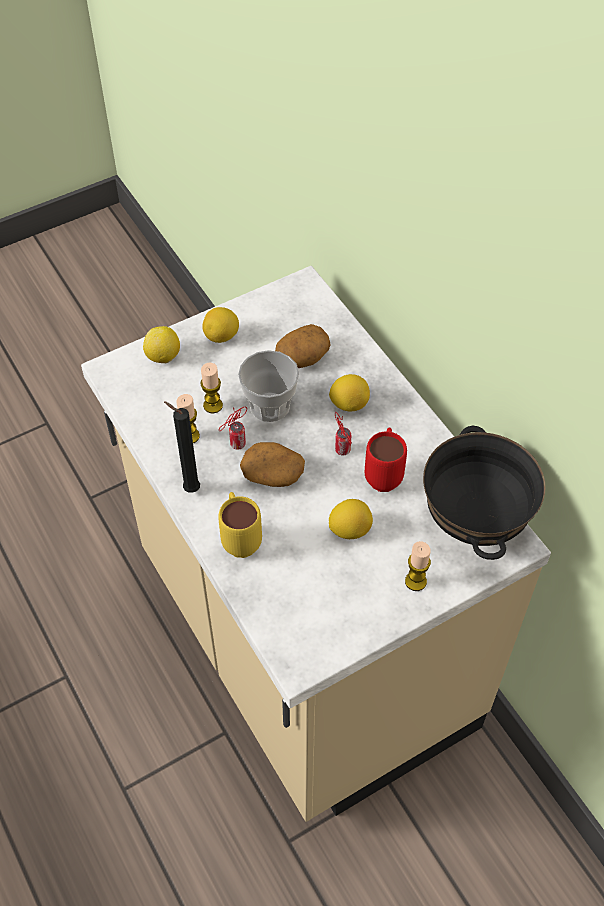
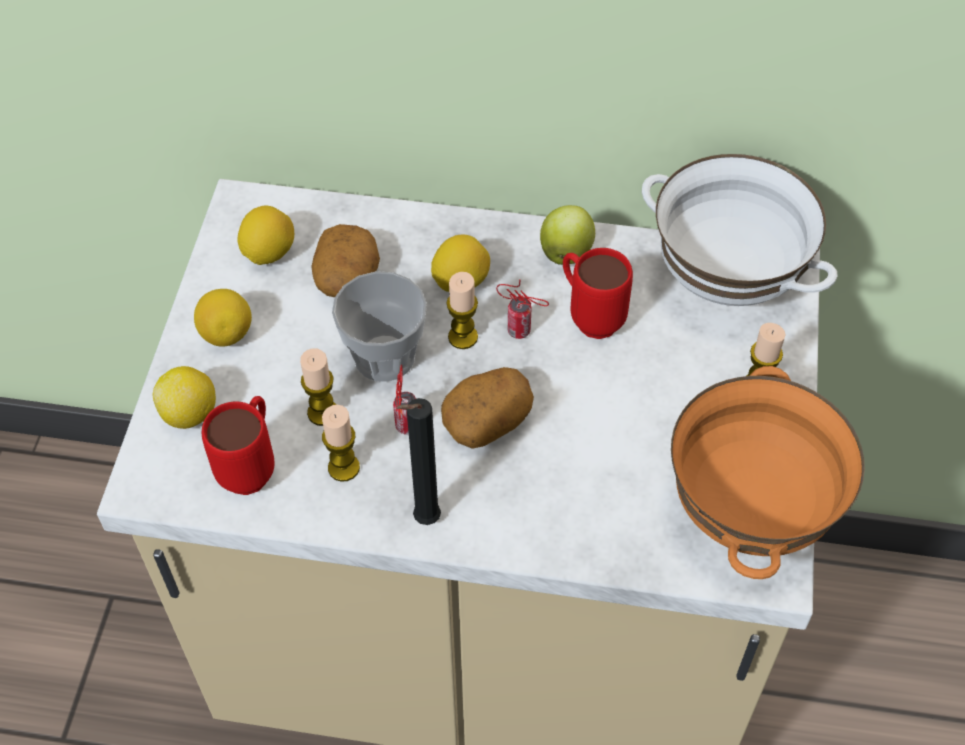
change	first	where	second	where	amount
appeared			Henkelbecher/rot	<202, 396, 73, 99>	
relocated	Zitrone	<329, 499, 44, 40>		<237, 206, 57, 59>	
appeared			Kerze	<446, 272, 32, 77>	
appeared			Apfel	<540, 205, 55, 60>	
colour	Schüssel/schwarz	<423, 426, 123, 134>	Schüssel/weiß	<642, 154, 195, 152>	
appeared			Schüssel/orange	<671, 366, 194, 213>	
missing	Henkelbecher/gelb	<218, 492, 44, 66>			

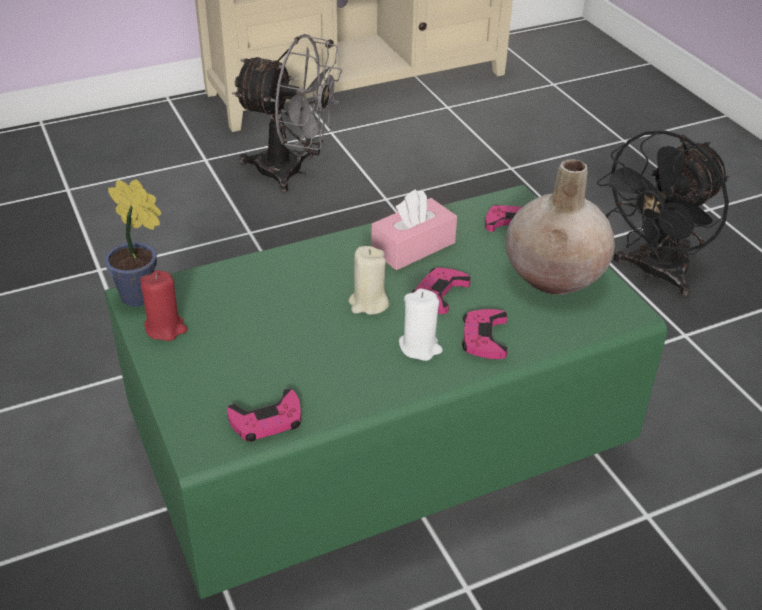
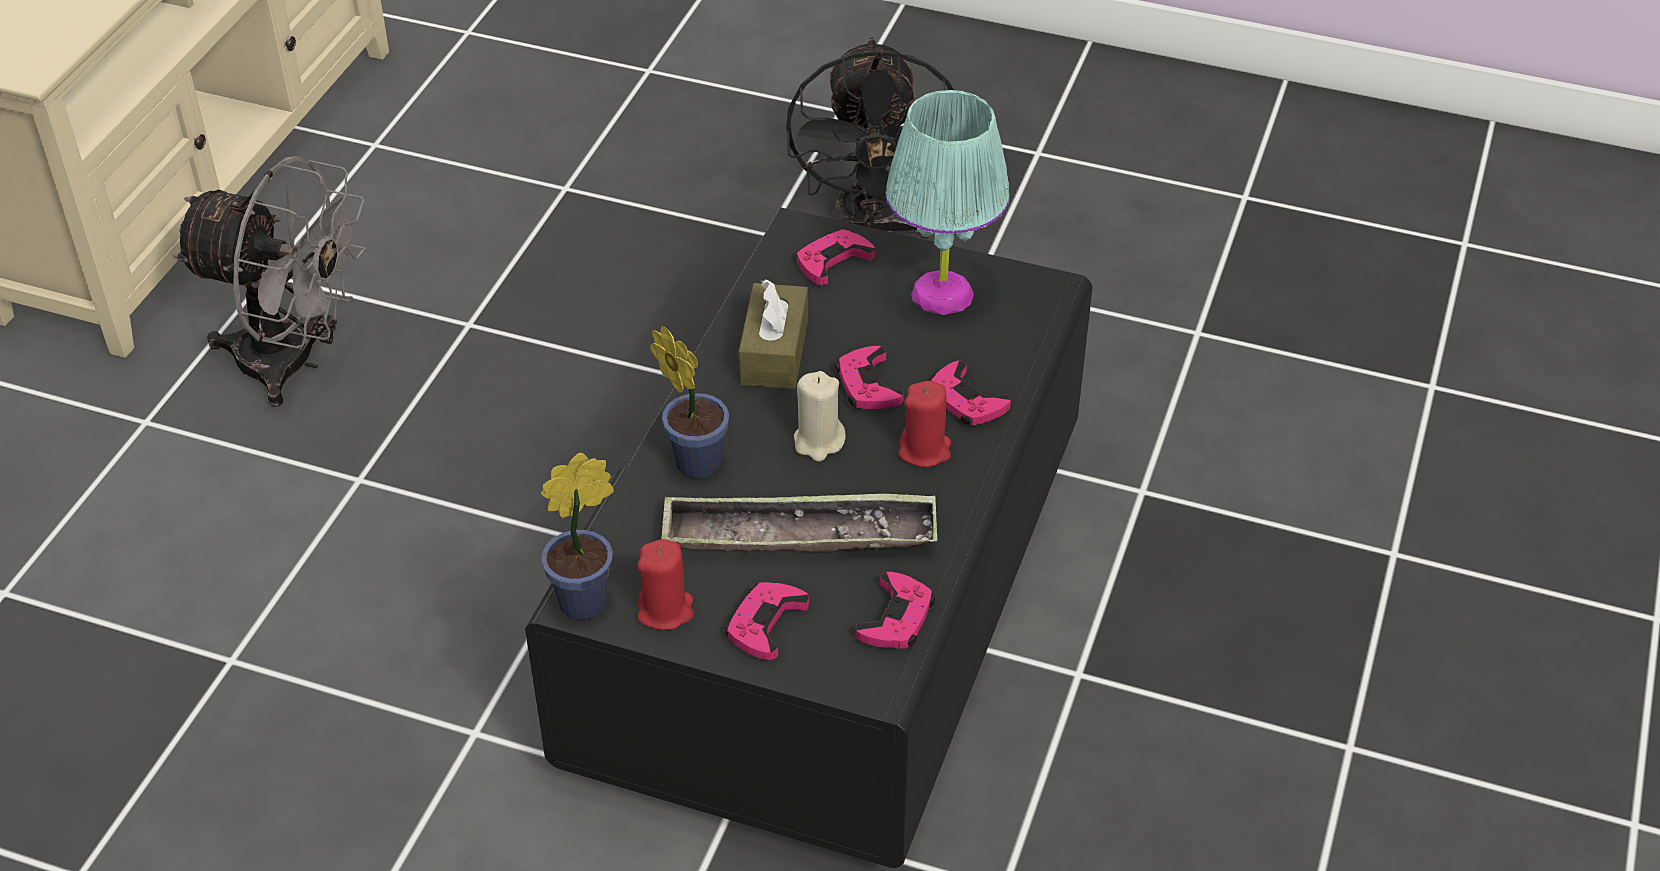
change	first	where	second	where	amount
spun	Ventilator/grau	<232, 34, 110, 158>		<172, 156, 195, 251>	45 degrees clockwise
colour	Couchtisch/grün	<105, 185, 562, 414>	Couchtisch/schwarz	<525, 207, 568, 661>	
appeared			Topfpflanze	<650, 326, 79, 152>	
appeared			Tablett	<661, 494, 276, 58>	
appeared			Gamepad/rosa	<725, 582, 84, 78>	
colour	Taschentuchbox/rosa	<371, 189, 86, 81>	Taschentuchbox/braun	<739, 279, 69, 110>	
exchanged	Vase/beige	<505, 159, 110, 136>	Tischlampe/türkis	<885, 90, 125, 225>	
colour	Kerze/weiß	<399, 289, 44, 72>	Kerze/rot	<898, 381, 53, 86>	

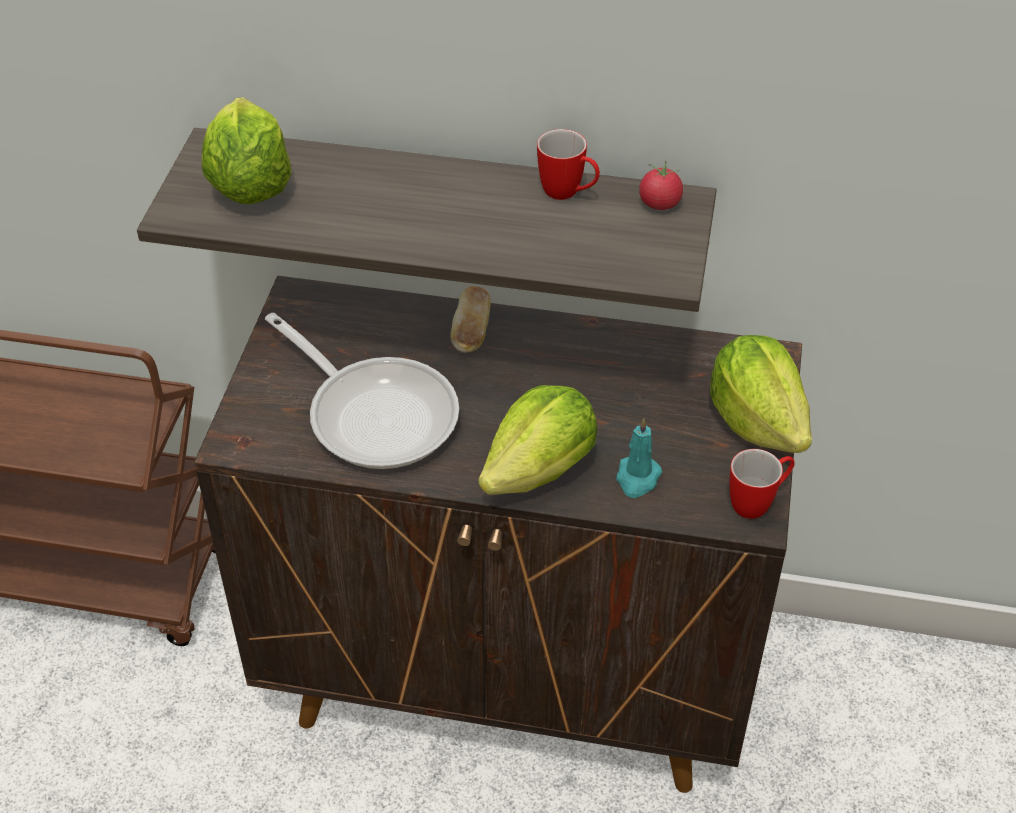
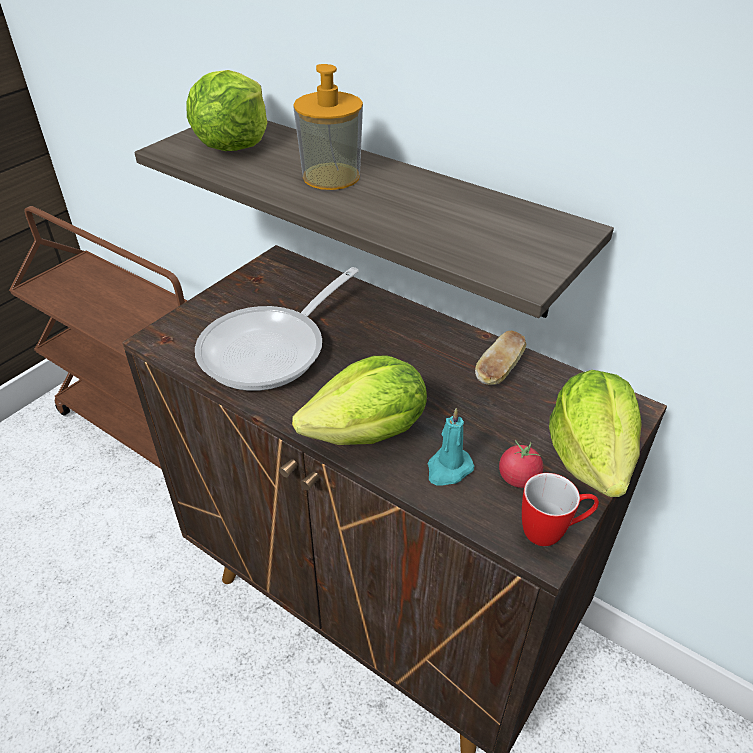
change	first	where	second	where	amount
spun	Pfanne	<265, 313, 194, 156>		<195, 267, 164, 124>	60 degrees clockwise
appeared			Seifenspender	<293, 64, 70, 126>	
relocated	Brot	<450, 286, 41, 67>		<475, 331, 51, 54>	
relocated	Tomate	<639, 161, 44, 49>		<499, 440, 44, 48>	
missing	Henkelbecher	<537, 129, 63, 71>			

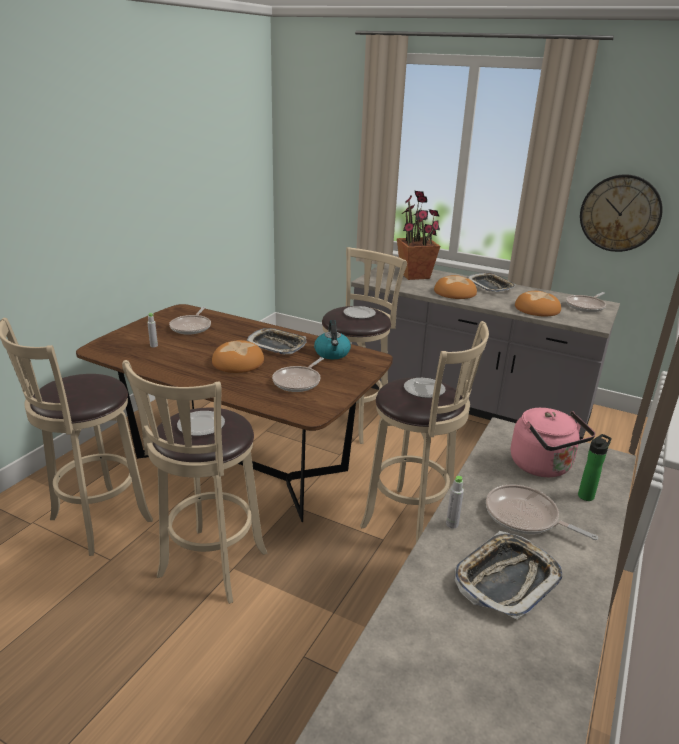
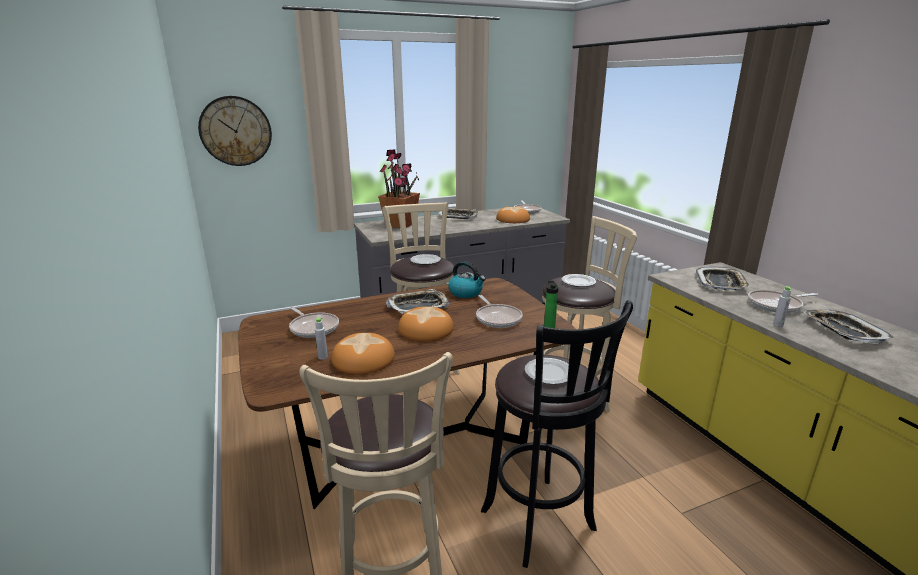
change	first	where	second	where	amount
relocated	Wanduhr	<580, 174, 83, 78>		<198, 96, 74, 70>	
relocated	Brot	<434, 275, 43, 24>		<331, 333, 64, 41>	
colour	Hocker/beige	<122, 360, 146, 244>	Hocker/schwarz	<481, 300, 152, 268>	
relocated	Flasche	<578, 434, 34, 67>		<544, 281, 14, 47>	
exchanged	Wasserkessel/rosa	<511, 408, 84, 69>	Tablett	<696, 267, 54, 23>	

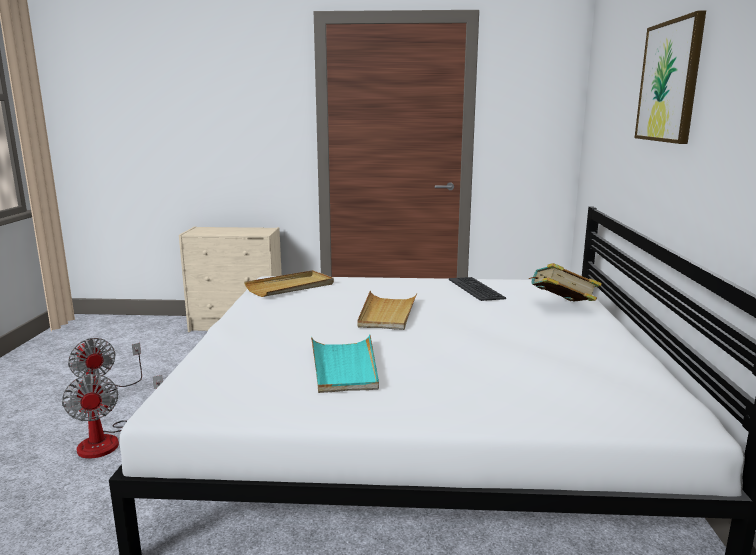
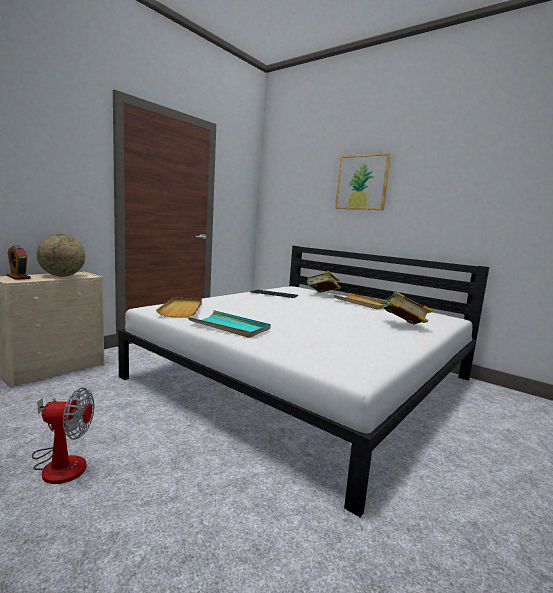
change	first	where	second	where	amount
appeared			Wecker	<7, 246, 24, 34>	
appeared			Globus	<37, 234, 48, 43>	
relocated	Tablett/türkis	<311, 334, 68, 59>		<188, 310, 83, 28>	
relocated	Tablett/beige	<357, 291, 60, 39>		<334, 293, 52, 17>	
appeared			Buch	<381, 291, 52, 33>	
missing	Ventilator	<62, 374, 101, 85>			

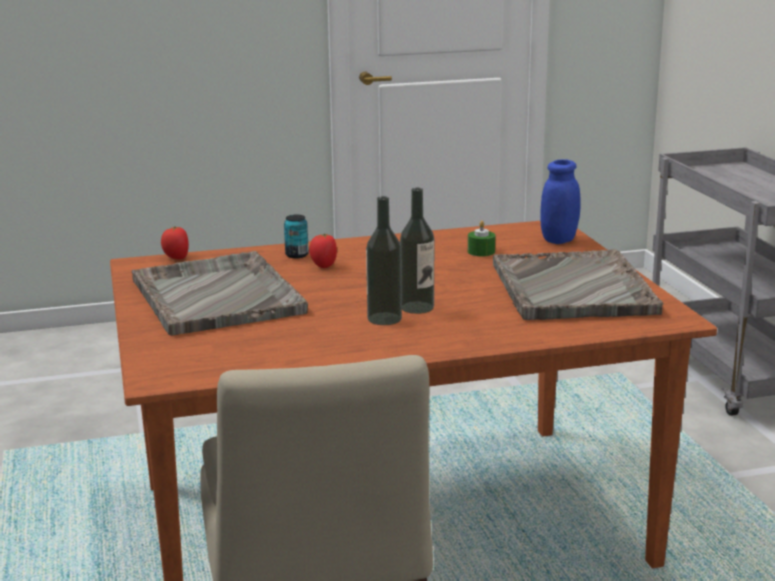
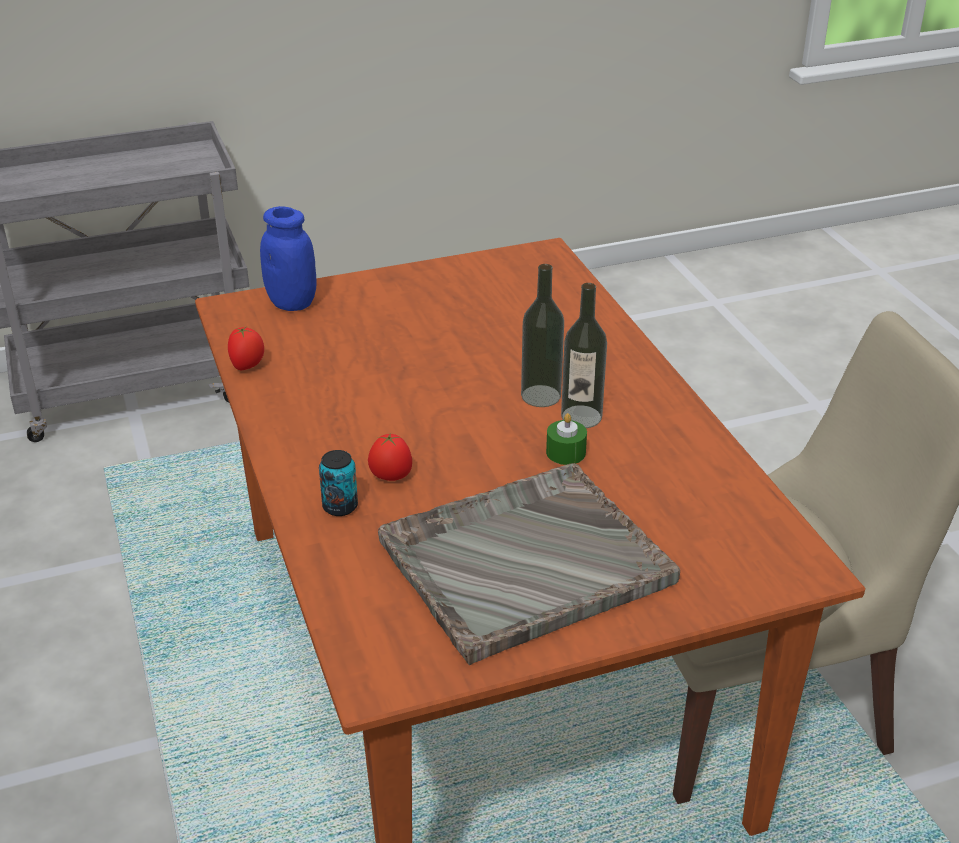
change	first	where	second	where	amount
relocated	Tomate	<161, 226, 28, 34>		<228, 326, 36, 44>	
relocated	Kerze/grün	<468, 220, 27, 36>		<546, 413, 41, 52>	
missing	Tablett/grau	<493, 249, 170, 71>			

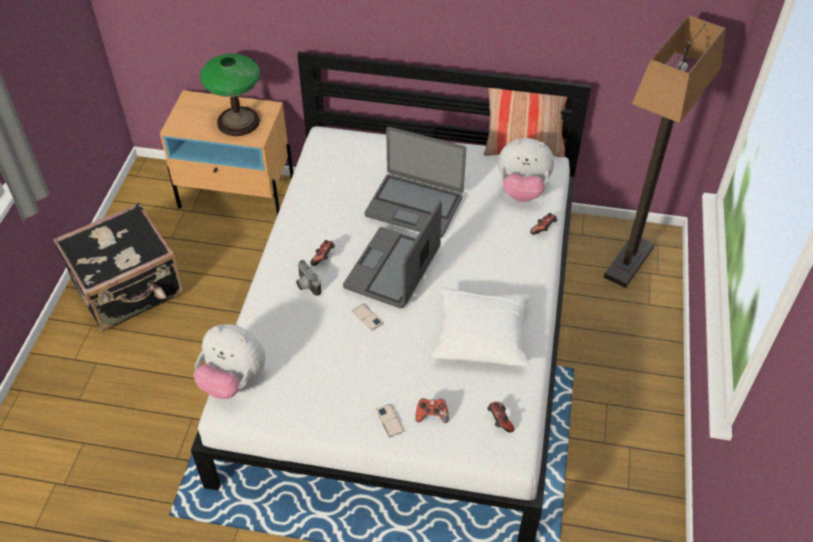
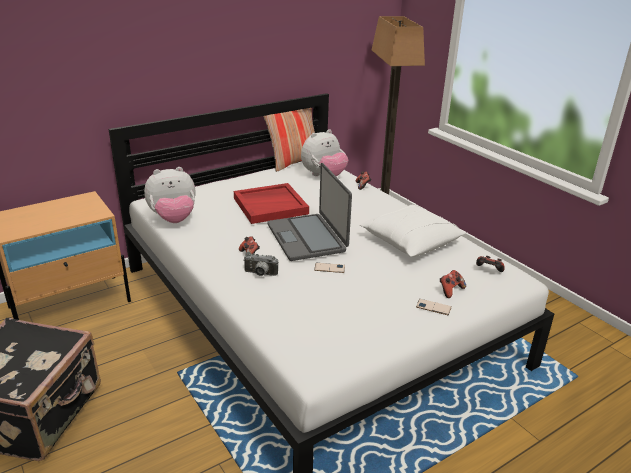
change	first	where	second	where	amount
relocated	Plüschtier	<194, 324, 72, 75>		<144, 167, 51, 56>	
exchanged	Laptop	<365, 127, 101, 111>	Tablett/rot	<234, 183, 75, 41>	
missing	Tischlampe	<200, 54, 60, 82>			

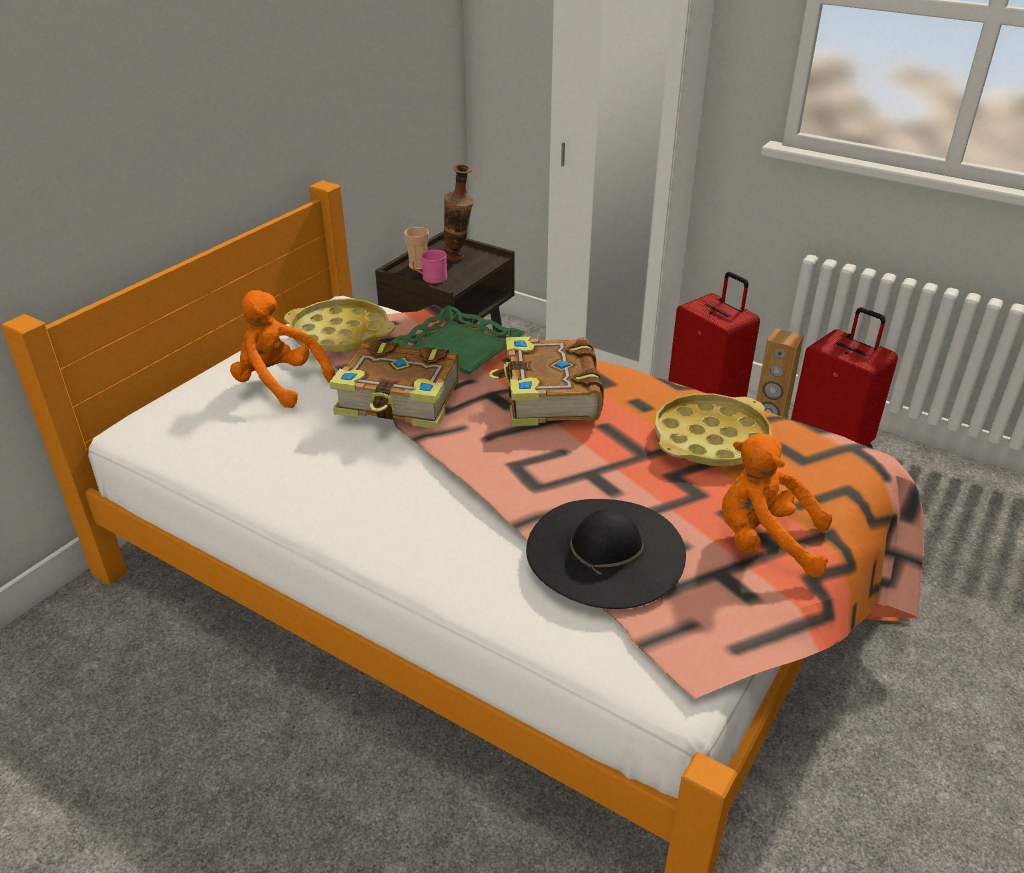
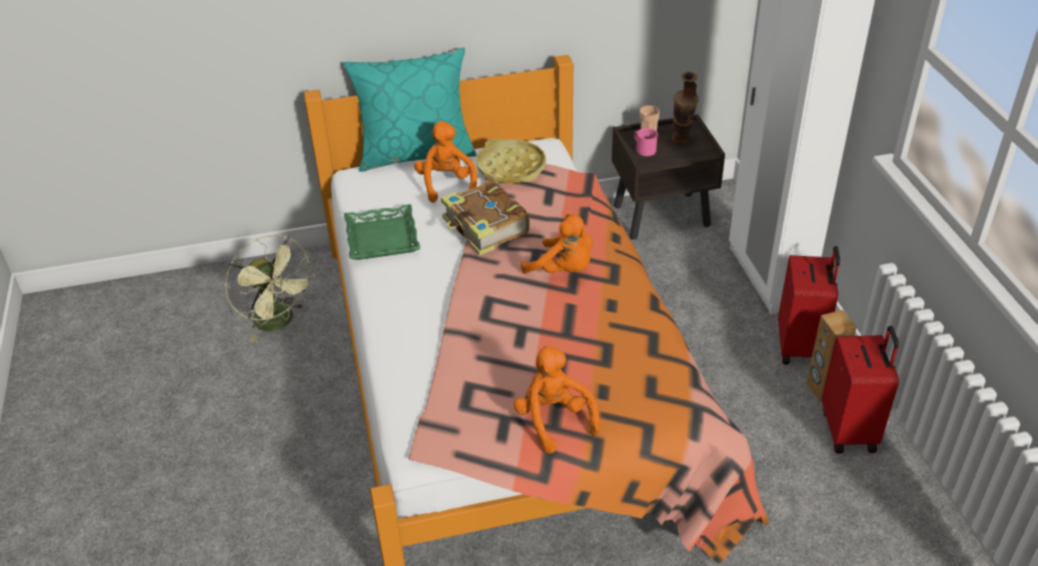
change	first	where	second	where	amount
appeared			Ventilator/grün	<225, 235, 91, 107>	
appeared			Kissen/türkis	<344, 48, 132, 124>	
relocated	Tablett/grün	<391, 305, 135, 70>		<344, 204, 76, 56>	
exchanged	Buch	<489, 337, 115, 89>	Plüschtier/orange	<521, 214, 72, 60>	
missing	Hut/schwarz	<526, 499, 160, 110>			
missing	Tablett/gelb	<655, 393, 117, 73>			

